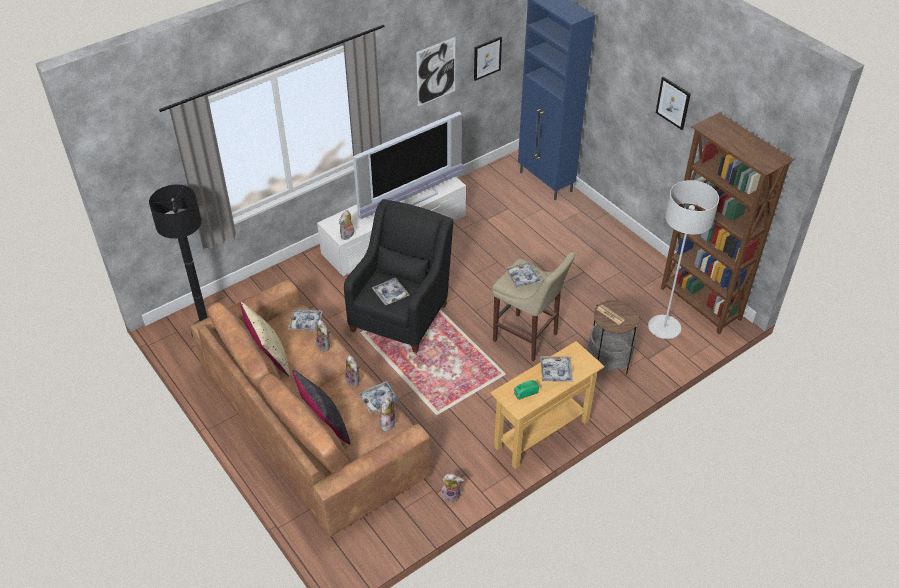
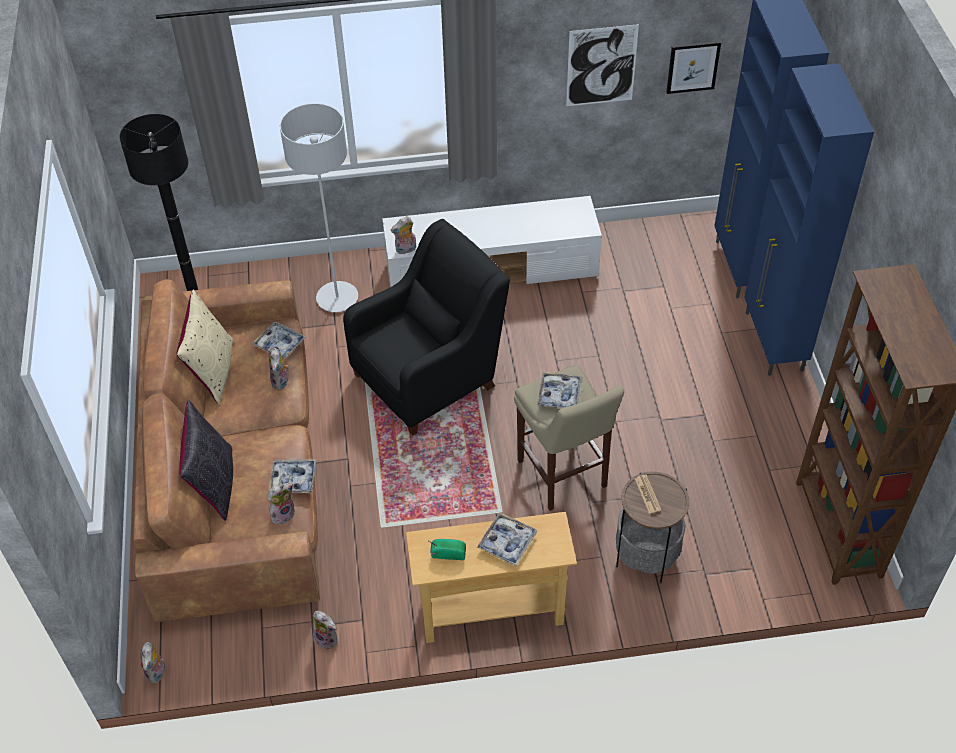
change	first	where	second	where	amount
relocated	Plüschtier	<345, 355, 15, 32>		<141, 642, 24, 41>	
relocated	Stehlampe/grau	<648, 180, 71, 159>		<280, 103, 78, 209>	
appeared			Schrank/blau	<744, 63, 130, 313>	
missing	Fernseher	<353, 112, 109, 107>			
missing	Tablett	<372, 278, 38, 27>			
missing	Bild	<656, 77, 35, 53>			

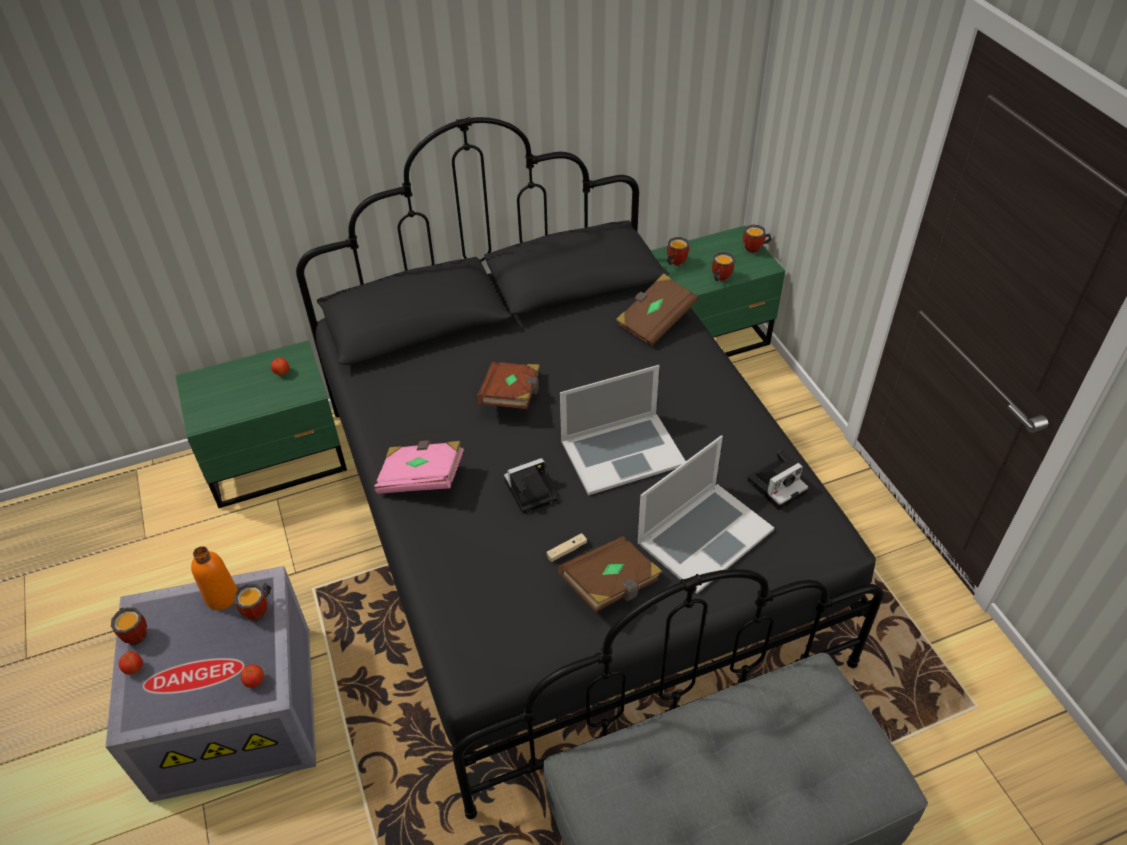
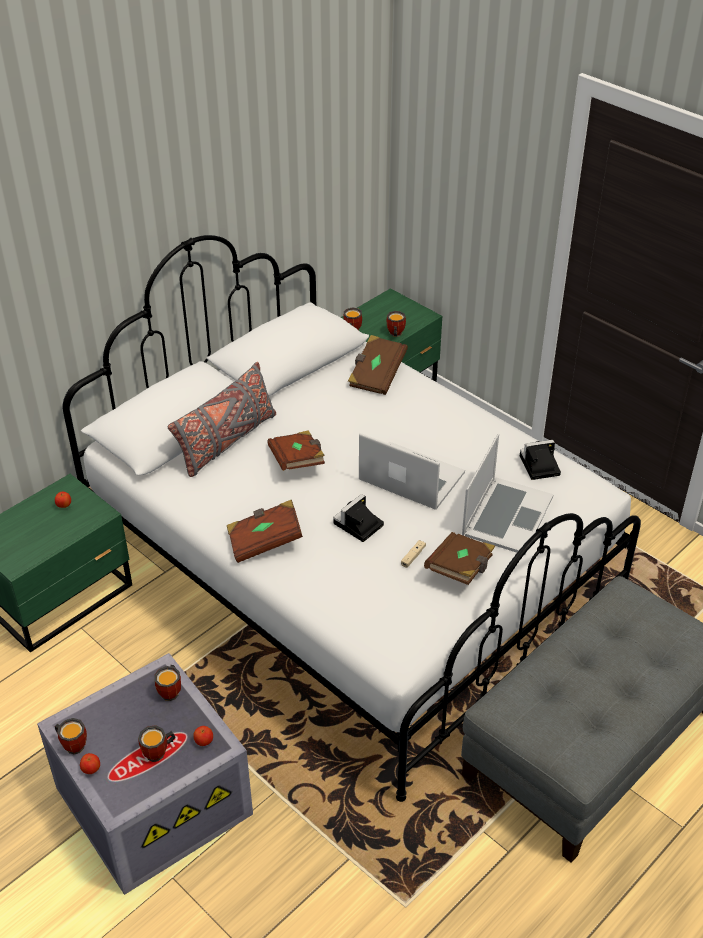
change	first	where	second	where	amount
colour	Bett/schwarz	<296, 117, 587, 702>	Bett/weiß	<62, 235, 579, 567>	
relocated	Henkelbecher	<743, 224, 29, 30>		<138, 725, 38, 37>	
appeared			Kissen/grau	<168, 362, 108, 115>	
colour	Buch/rosa	<374, 441, 90, 53>	Buch/braun	<227, 500, 76, 63>	
spun	Laptop	<560, 365, 126, 130>		<359, 433, 106, 77>	105 degrees counterclockwise
spun	Kamera	<747, 450, 61, 60>		<520, 440, 41, 40>	135 degrees counterclockwise
missing	Flasche/orange	<191, 546, 47, 64>			

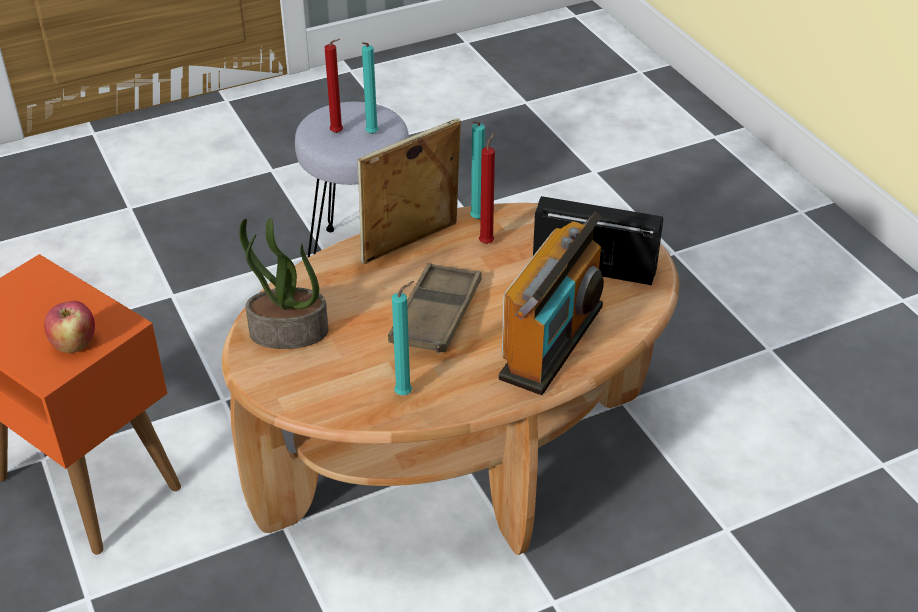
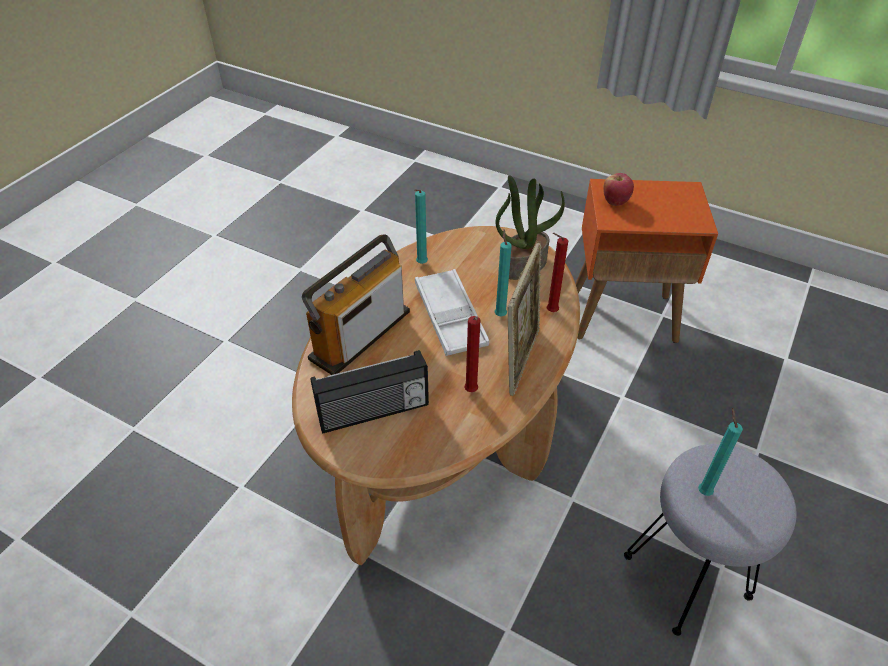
change	first	where	second	where	amount
spun	Radio	<499, 212, 105, 183>		<302, 234, 108, 141>	45 degrees clockwise
colour	Tablett/braun	<388, 263, 94, 90>	Tablett/weiß	<415, 269, 74, 87>	
relocated	Kerze/türkis	<470, 121, 15, 98>		<494, 229, 18, 87>	
relocated	Kerze/rot	<325, 39, 18, 94>		<547, 233, 21, 79>	

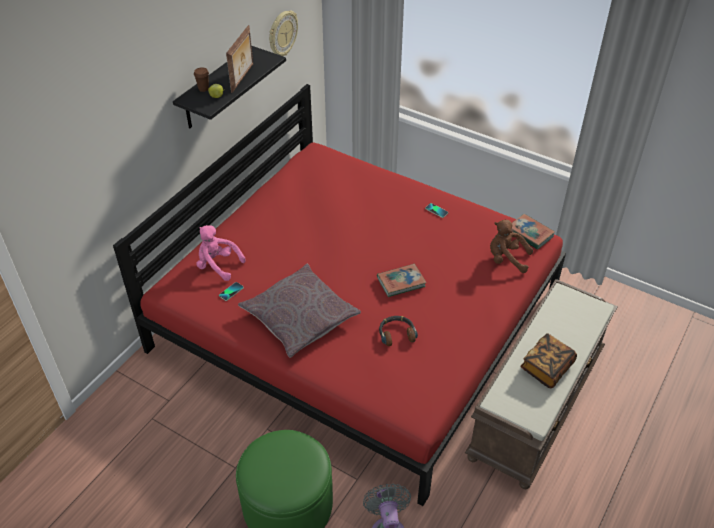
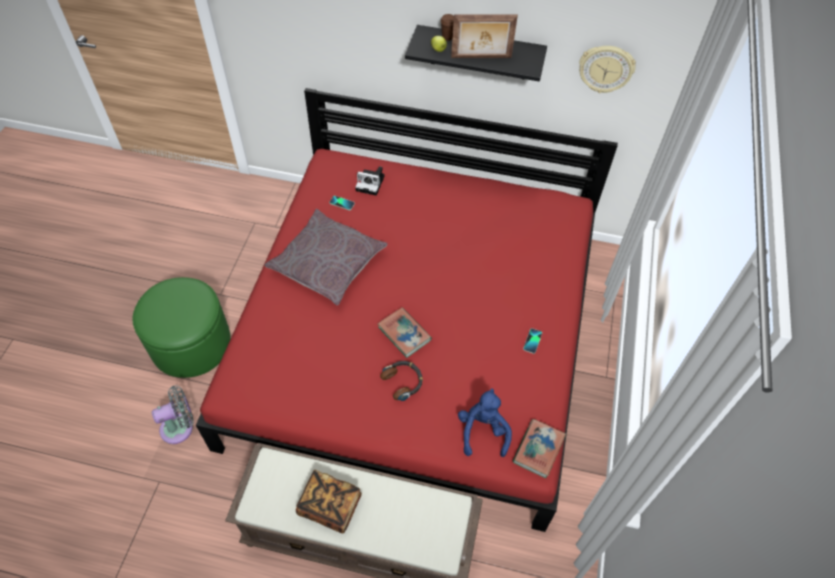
change	first	where	second	where	amount
exchanged	Plüschtier/rosa	<197, 225, 49, 56>	Kamera	<355, 166, 29, 30>	
relocated	Kopfhörer	<379, 316, 39, 30>		<380, 361, 43, 40>	
colour	Plüschtier/braun	<490, 220, 43, 53>	Plüschtier/blau	<458, 389, 54, 68>	

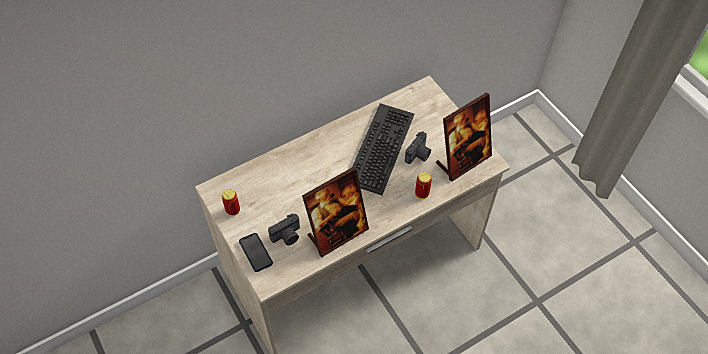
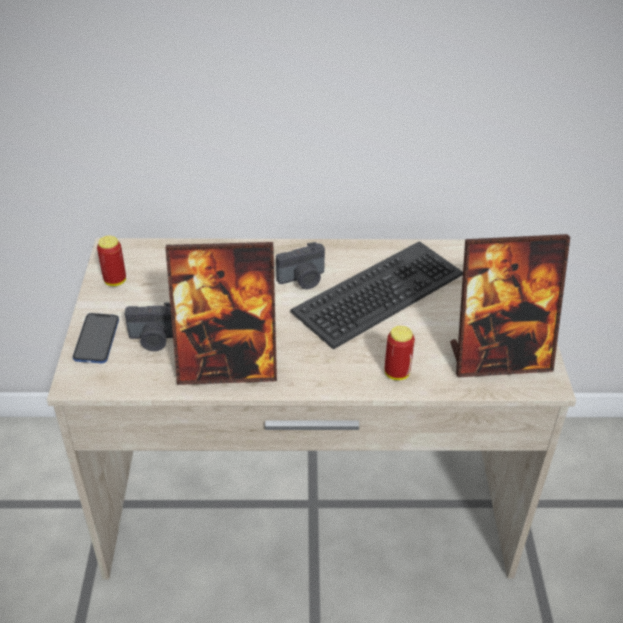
change	first	where	second	where	amount
relocated	Kamera	<405, 131, 26, 33>		<276, 242, 49, 47>	

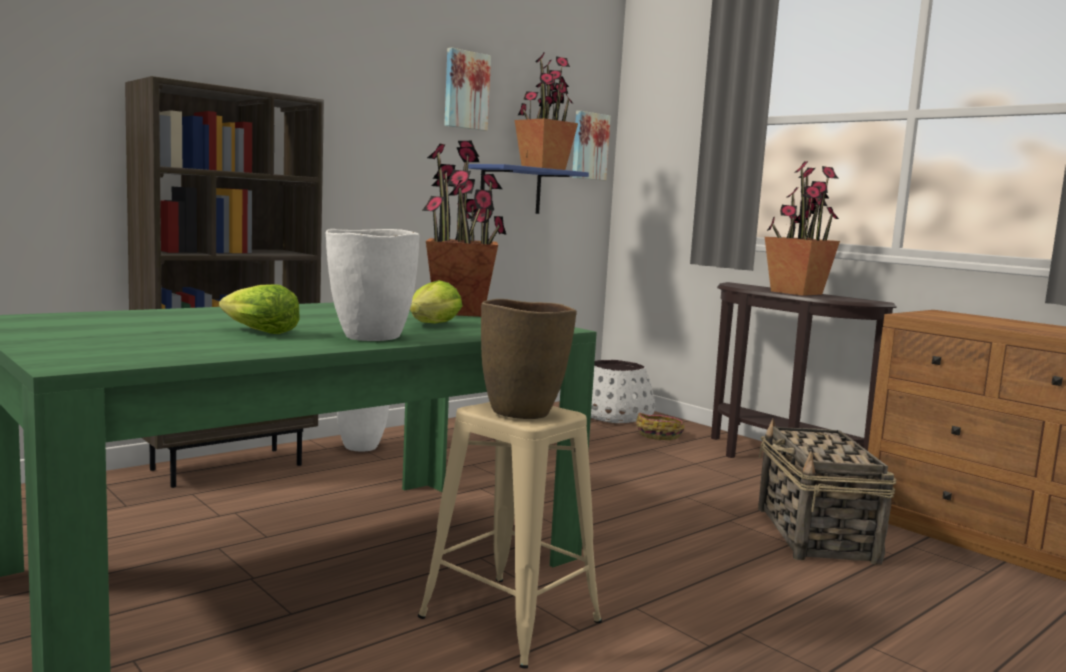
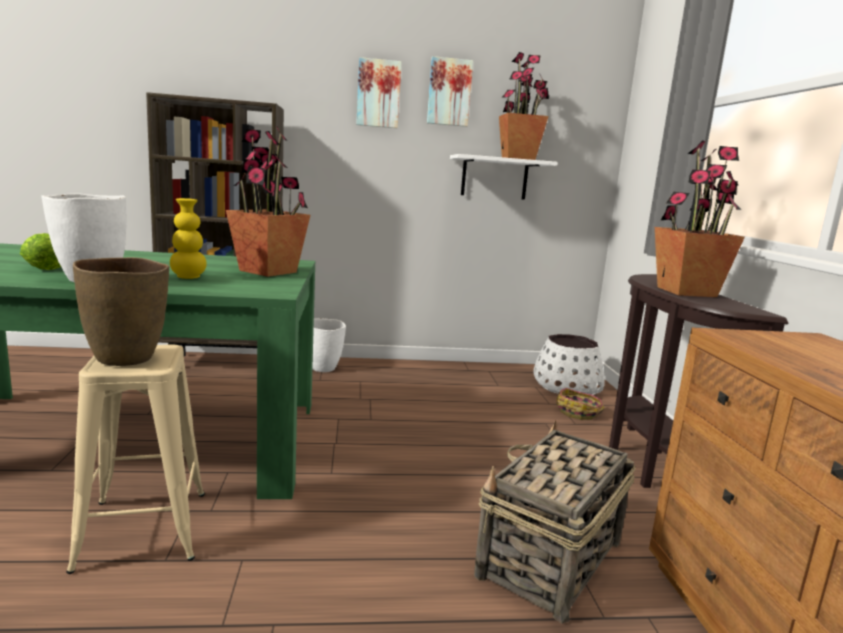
change	first	where	second	where	amount
exchanged	Salatkopf	<410, 280, 53, 44>	Vase/gelb	<170, 198, 37, 81>	
relocated	Bild	<572, 111, 39, 69>		<356, 57, 46, 71>	
colour	Wandregal/blau	<468, 164, 121, 50>	Wandregal/weiß	<450, 154, 108, 46>	

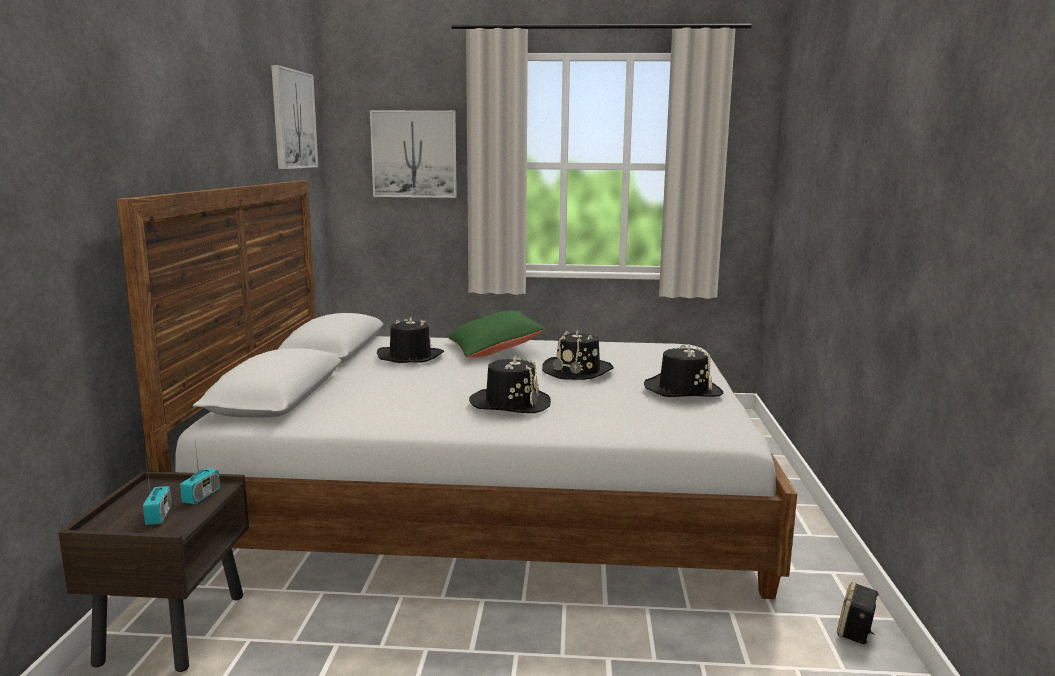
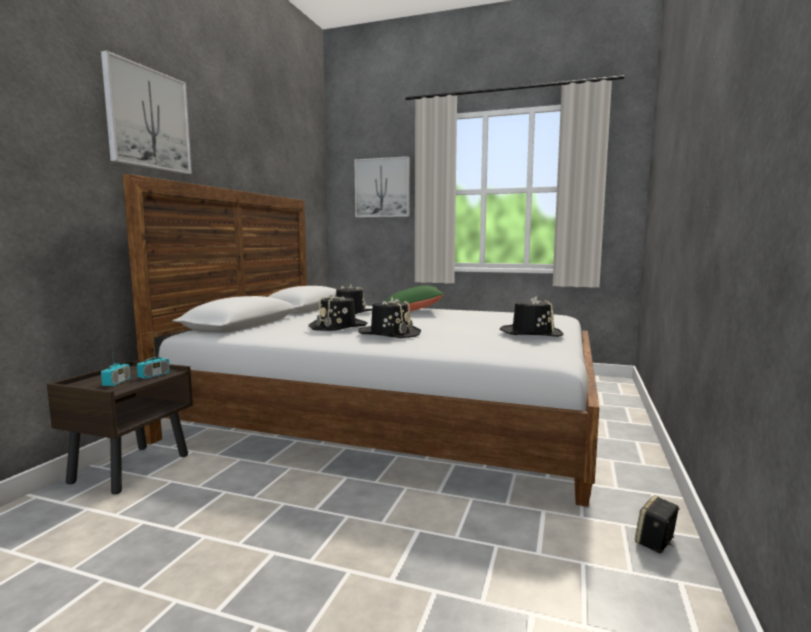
change	first	where	second	where	amount
relocated	Bild	<271, 65, 47, 104>		<101, 51, 91, 123>	
relocated	Hut/schwarz	<542, 329, 71, 51>		<308, 293, 59, 38>	

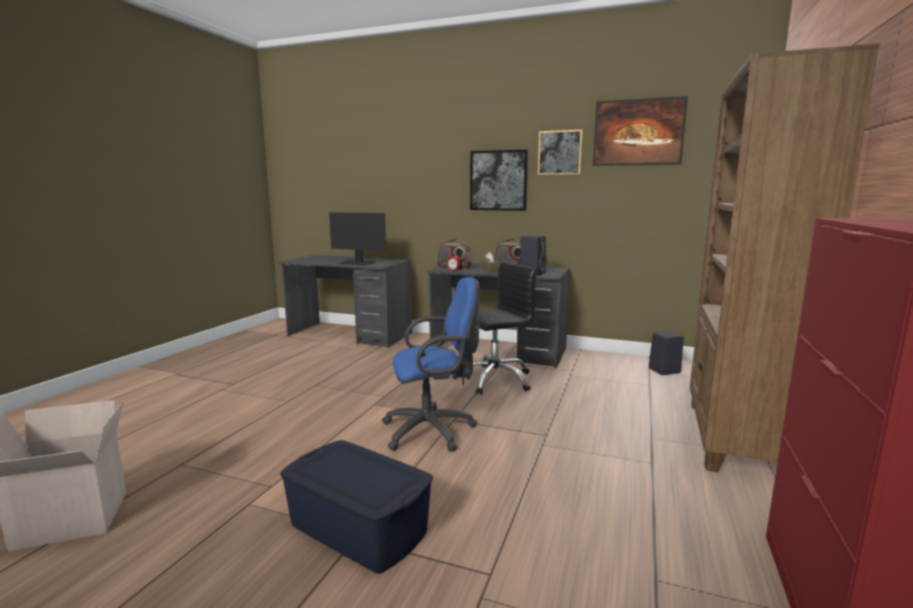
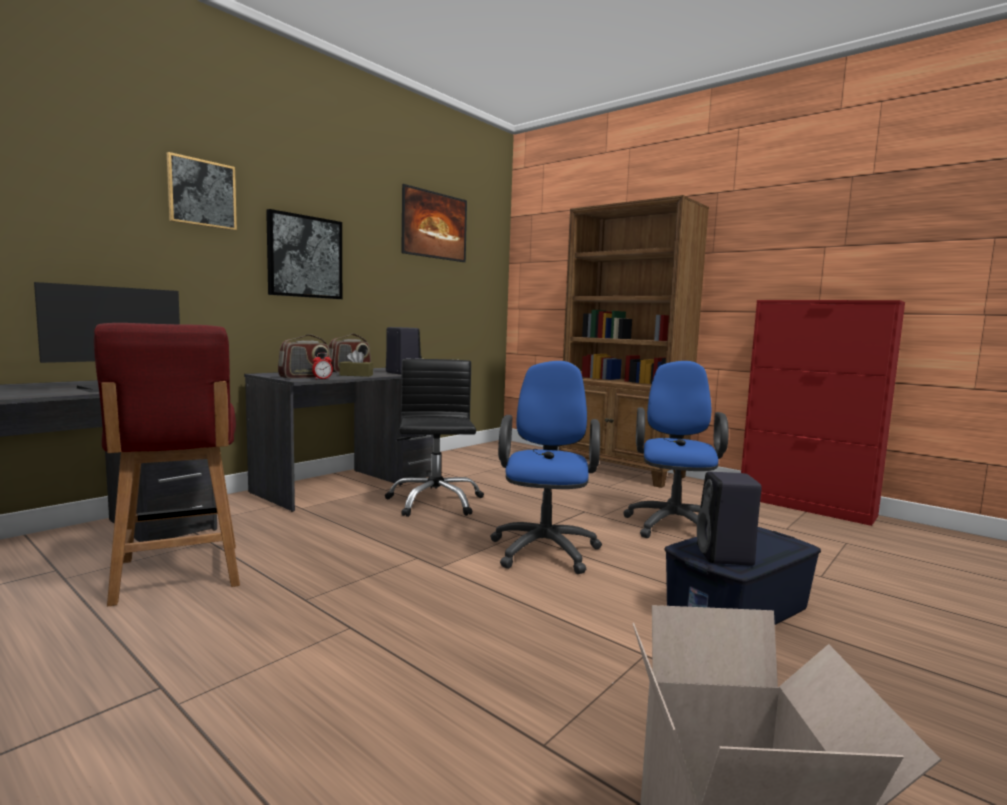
change	first	where	second	where	amount
appeared			Stuhl/rot	<94, 323, 146, 283>	
relocated	Bild	<538, 130, 45, 45>		<167, 152, 70, 79>	
appeared			Bürostuhl/blau	<623, 361, 106, 177>	
relocated	Lautsprecher/schwarz	<649, 331, 35, 44>		<697, 472, 65, 94>	

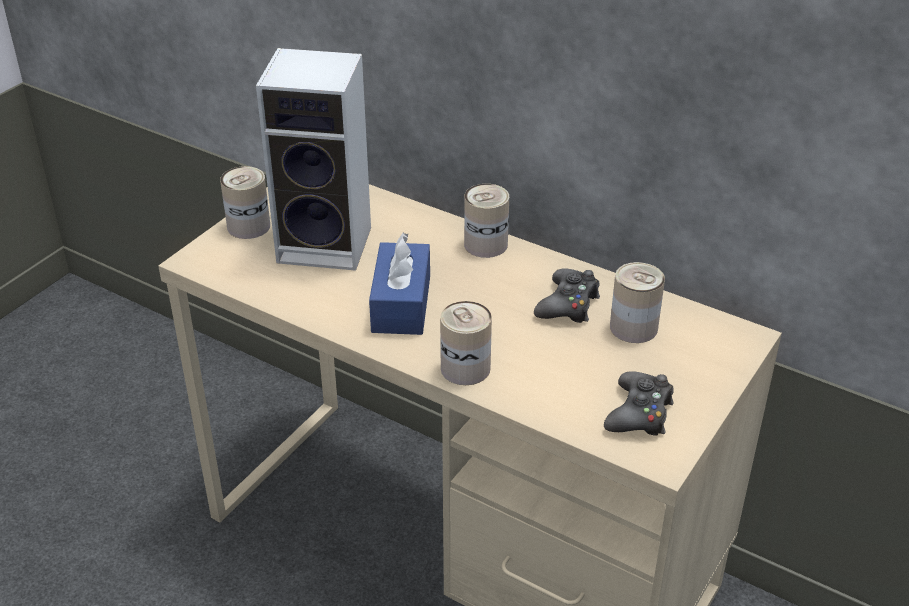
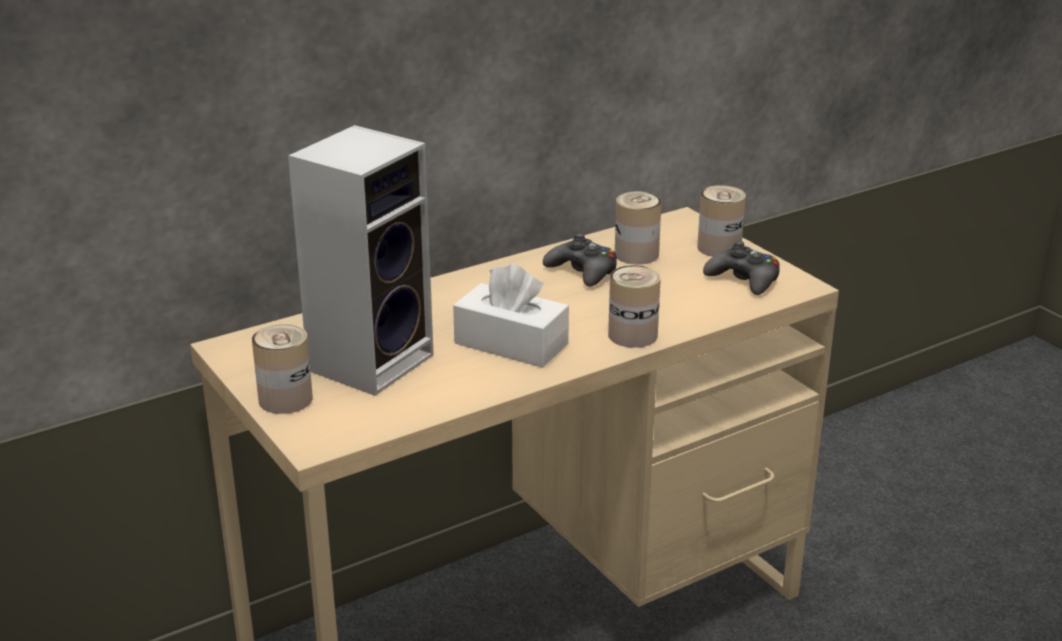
change	first	where	second	where	amount
colour	Taschentuchbox/blau	<369, 233, 61, 102>	Taschentuchbox/weiß	<453, 264, 116, 104>	
relocated	Dose	<464, 184, 45, 74>		<697, 185, 49, 72>	

